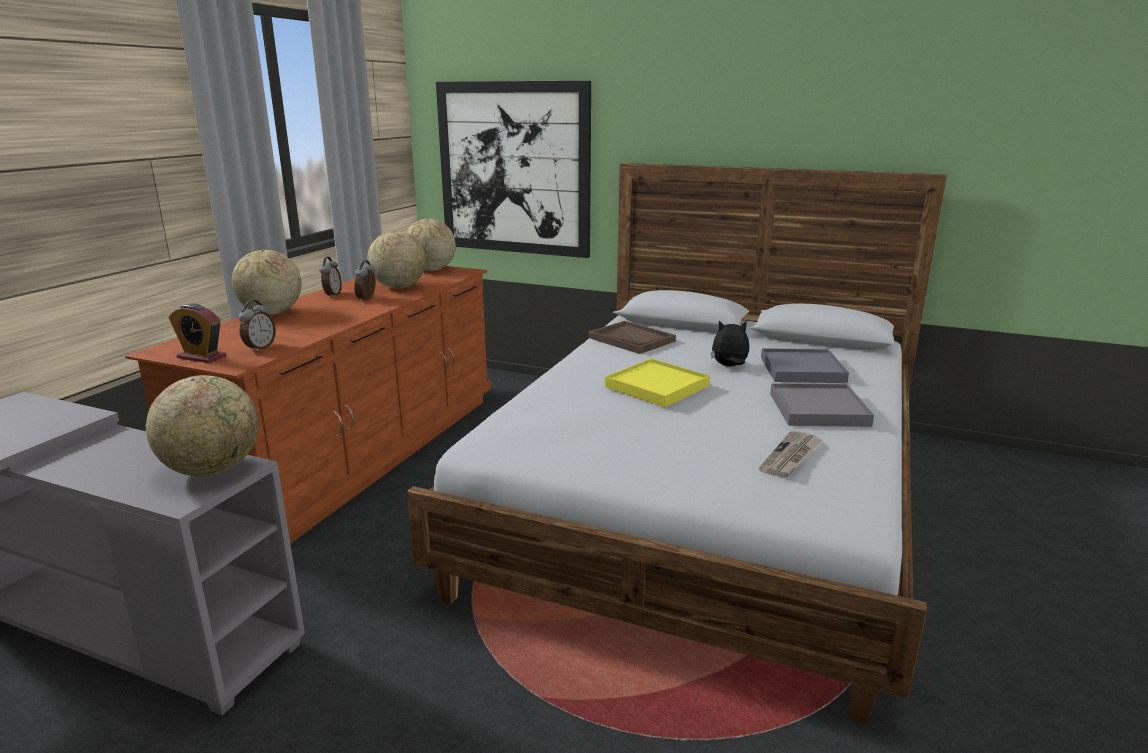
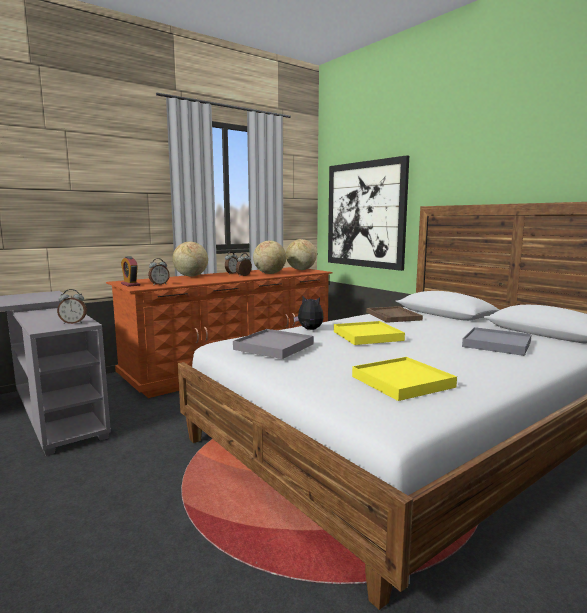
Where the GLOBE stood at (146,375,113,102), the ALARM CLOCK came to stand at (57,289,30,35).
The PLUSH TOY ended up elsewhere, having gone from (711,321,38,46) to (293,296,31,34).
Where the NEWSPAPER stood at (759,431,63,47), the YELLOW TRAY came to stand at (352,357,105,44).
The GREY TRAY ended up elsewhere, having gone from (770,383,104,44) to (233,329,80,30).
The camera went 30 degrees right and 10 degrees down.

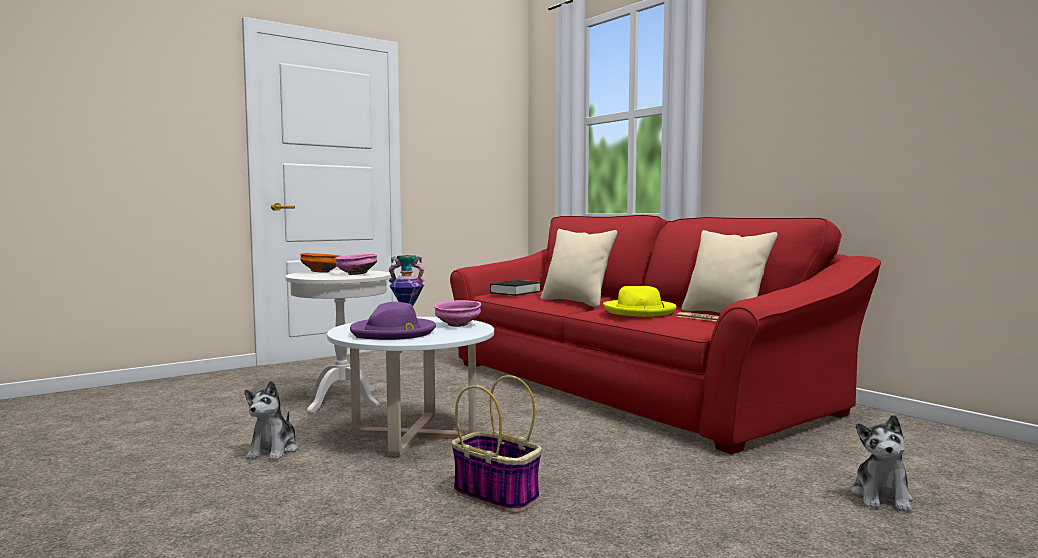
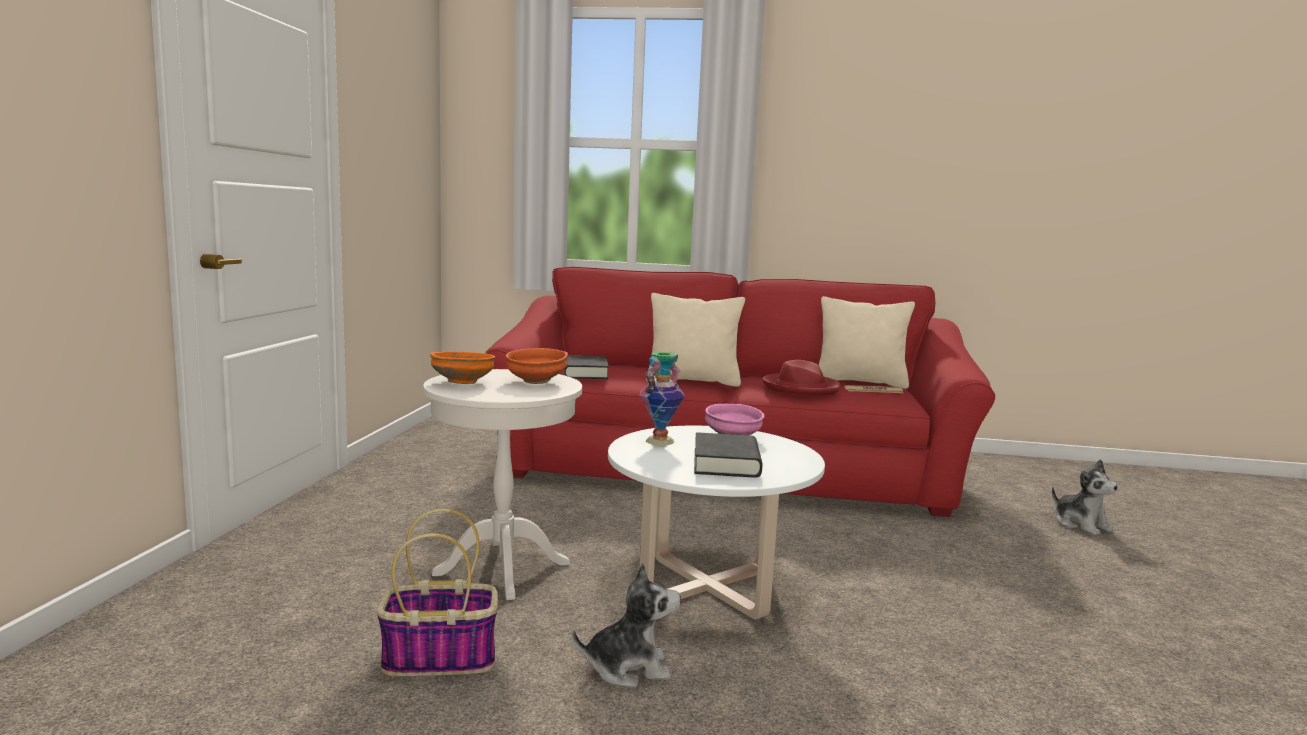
The PLUSH TOY at (245,381,53,79) ended up facing another way, 60 degrees counterclockwise from before.
What was the PINK BOWL at (335,254,42,21) turned into the ORANGE BOWL at (506,348,62,36).
Where the PURPLE HAT stood at (350,302,86,38), the BLACK BOOK came to stand at (694,432,68,46).
The BASKET ended up elsewhere, having gone from (452,375,90,138) to (377,509,121,167).
What was the YELLOW HAT at (603,286,74,31) turned into the RED HAT at (762,360,79,36).
The camera went 45 degrees left and 5 degrees up.

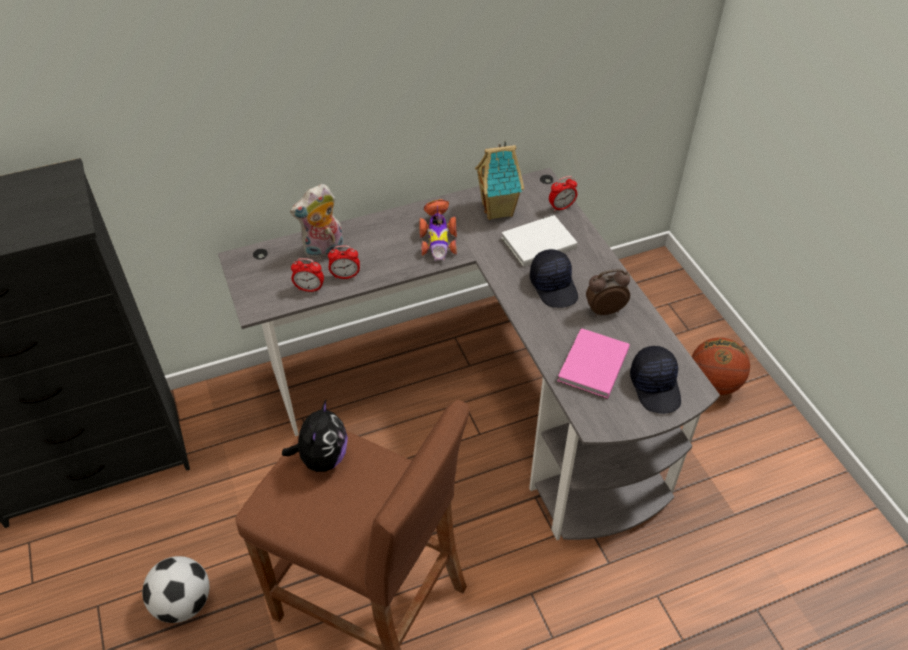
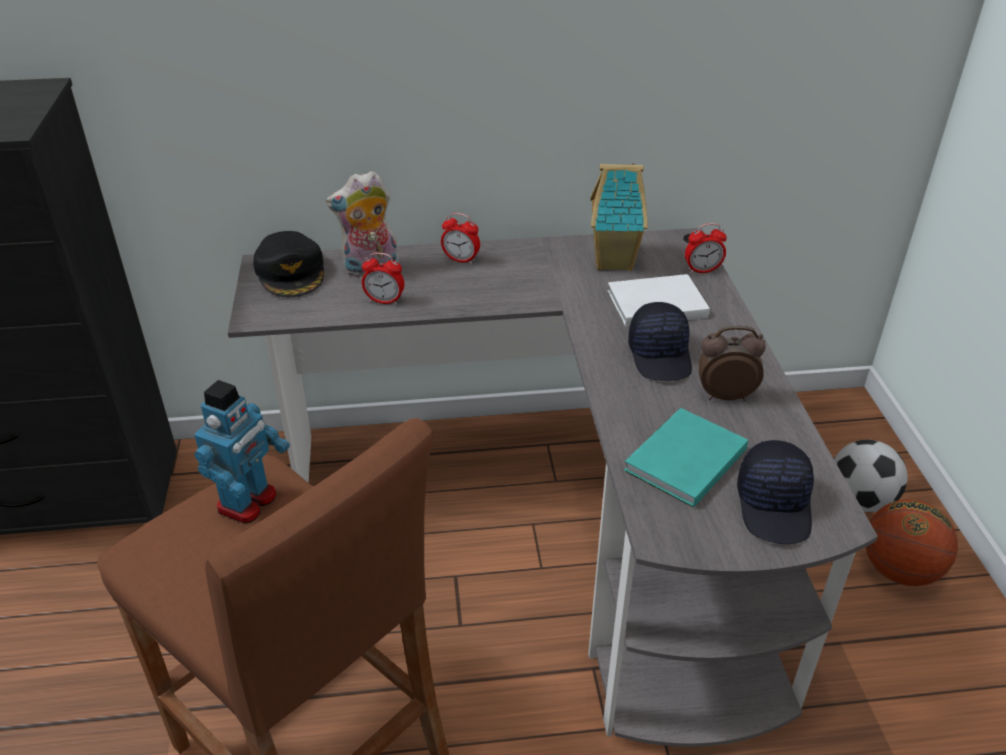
The FOOTBALL ended up elsewhere, having gone from (142,556,68,67) to (834,440,74,72).
Where the PLUSH TOY stood at (282,400,66,72), the TOY ROBOT came to stand at (194,380,96,143).
The ALARM CLOCK ended up elsewhere, having gone from (291,258,33,34) to (441,213,39,51).
The second view lost the TOY CAR at (419,199,38,62).
What was the PINK BOOK at (557,328,73,71) turned into the TURQUOISE BOOK at (624,408,124,100).
The second view gained the BLACK CAP at (253,231,71,66).
The camera went 15 degrees right and 10 degrees down.

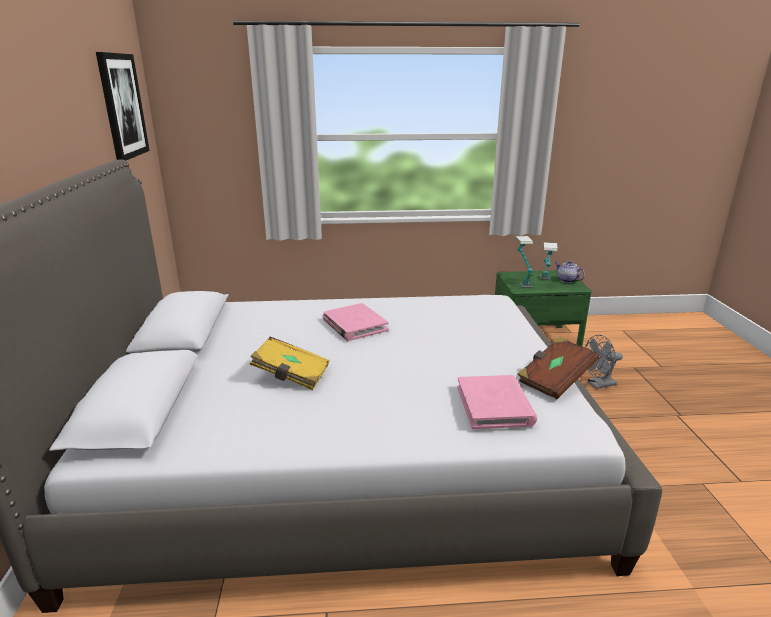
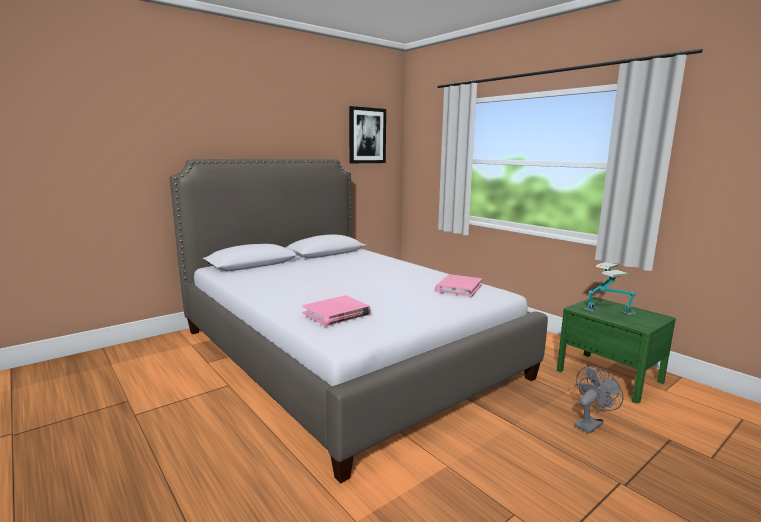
The second view lost the YELLOW BOOK at (249,337,80,53).
The PINK BOOK ended up elsewhere, having gone from (322,303,67,38) to (435,274,47,23).
The second view lost the BROWN BOOK at (517,336,82,63).
The second view lost the TEAPOT at (555,261,30,22).
The GREY FAN at (585,335,38,54) ended up facing another way, 105 degrees clockwise from before.
The camera went 55 degrees right and 10 degrees down.

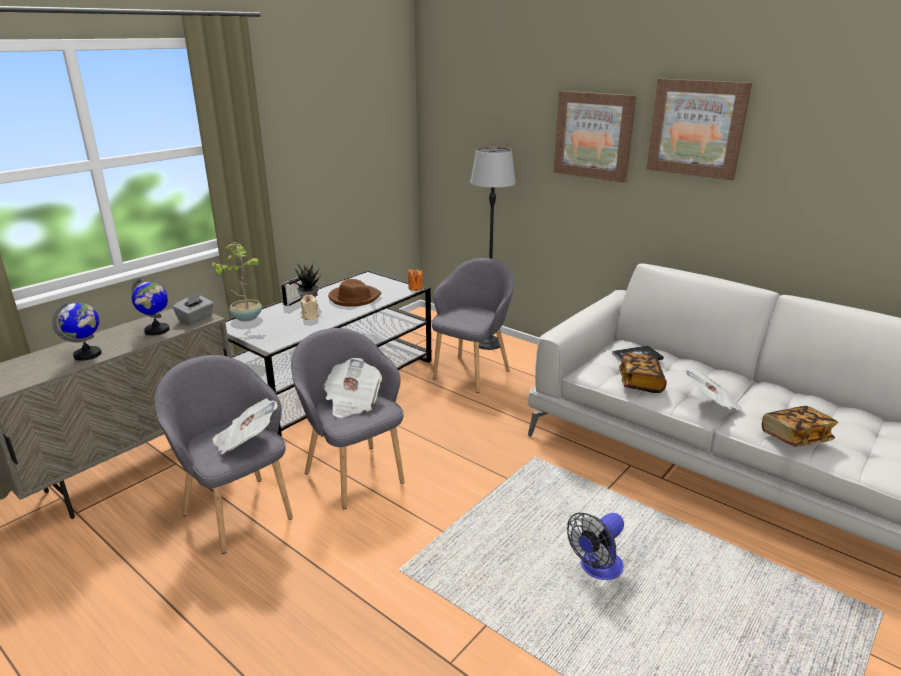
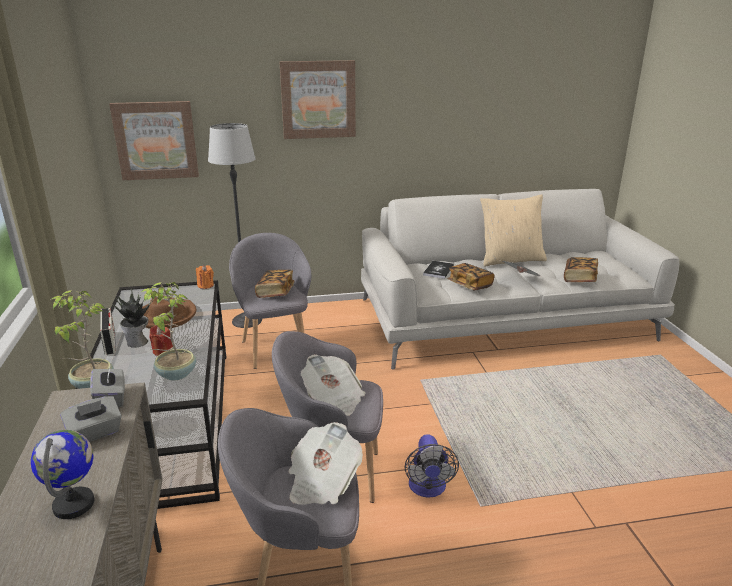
Where the GLOBE stood at (132,278,37,57), the GREY TISSUE BOX came to stand at (60,396,62,46).
What was the BEIGE CANDLE at (300,294,18,26) turned into the RED CANDLE at (149,325,24,31).
The FAN ended up elsewhere, having gone from (567,513,57,67) to (405,434,54,64).
The PICTURE ended up elsewhere, having gone from (646,79,106,101) to (109,101,90,79).
The second view gained the POTTED PLANT at (141,282,55,99).
The second view gained the BOOK at (255,270,39,28).
The second view gained the BEIGE PILLOW at (480,195,67,72).
The camera went 50 degrees left and 0 degrees up.

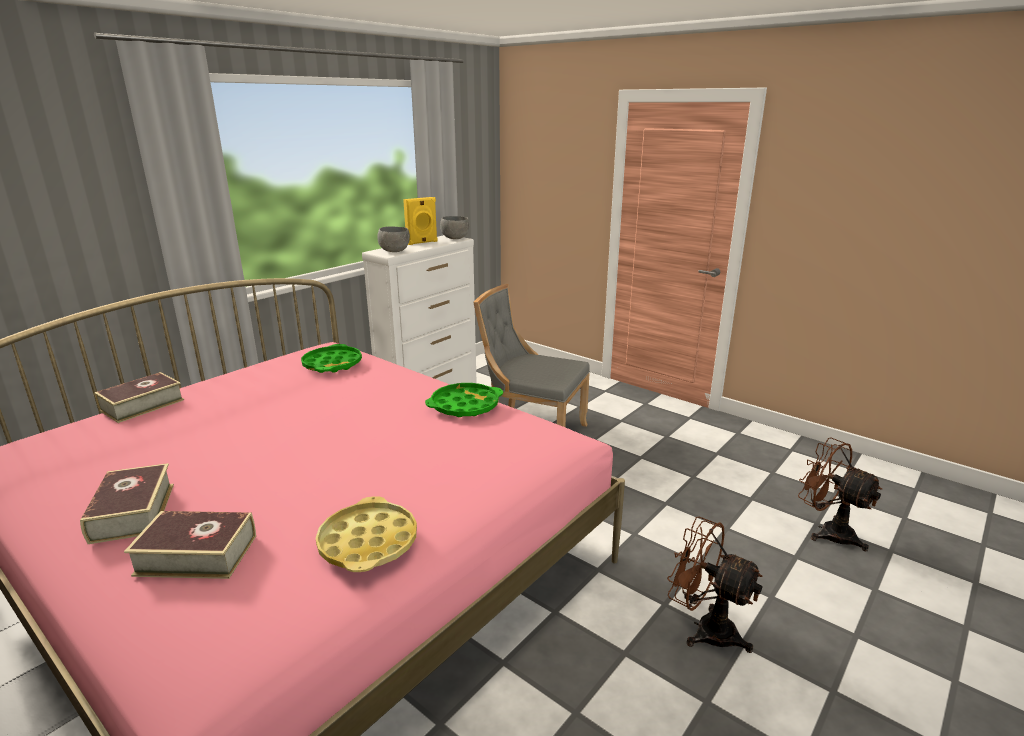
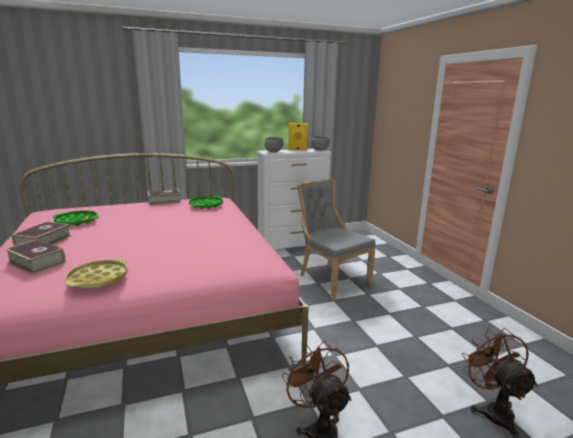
The BOOK ended up elsewhere, having gone from (94,372,90,51) to (147,189,34,16).
The GREEN TRAY ended up elsewhere, having gone from (425,383,78,34) to (53,210,46,16).
The camera went 30 degrees right and 5 degrees down.

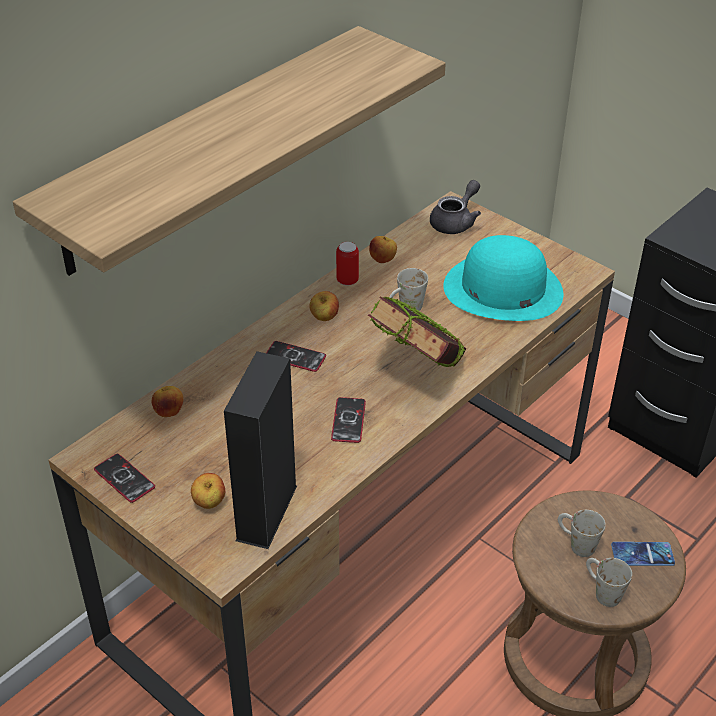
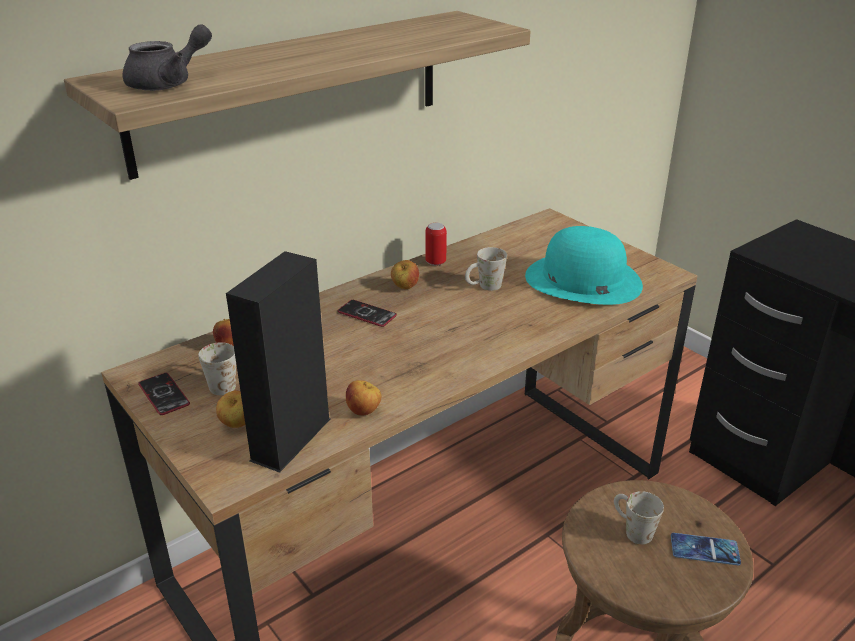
The second view lost the PHONE at (331,397,35,46).
The second view lost the BOOK at (368,297,99,70).
The APPLE ended up elsewhere, having gone from (369,236,28,27) to (346,380,35,36).
The GREY TEAPOT ended up elsewhere, having gone from (430,180,51,54) to (123,24,89,67).
The WHITE MUG ended up elsewhere, having gone from (586,558,46,49) to (198,342,38,53).
The camera went 10 degrees right and 10 degrees down.

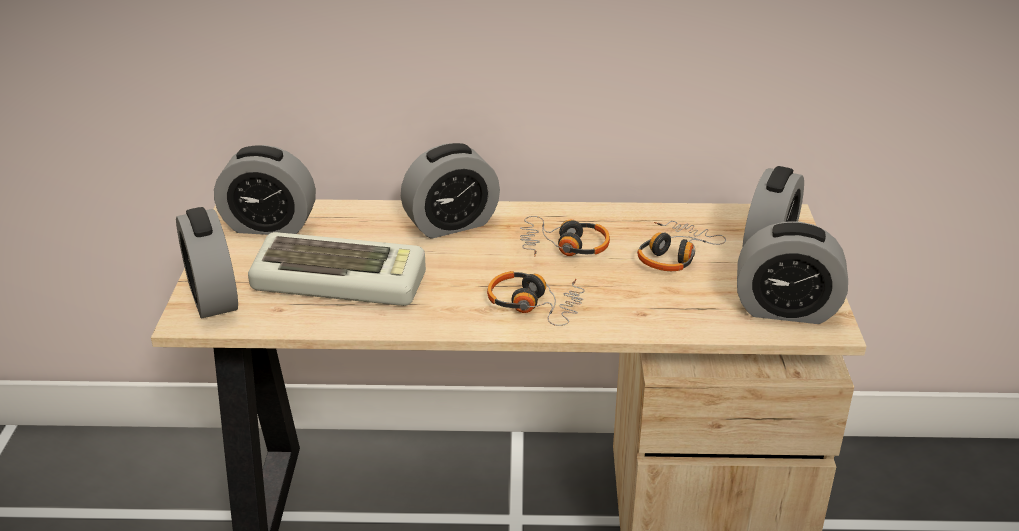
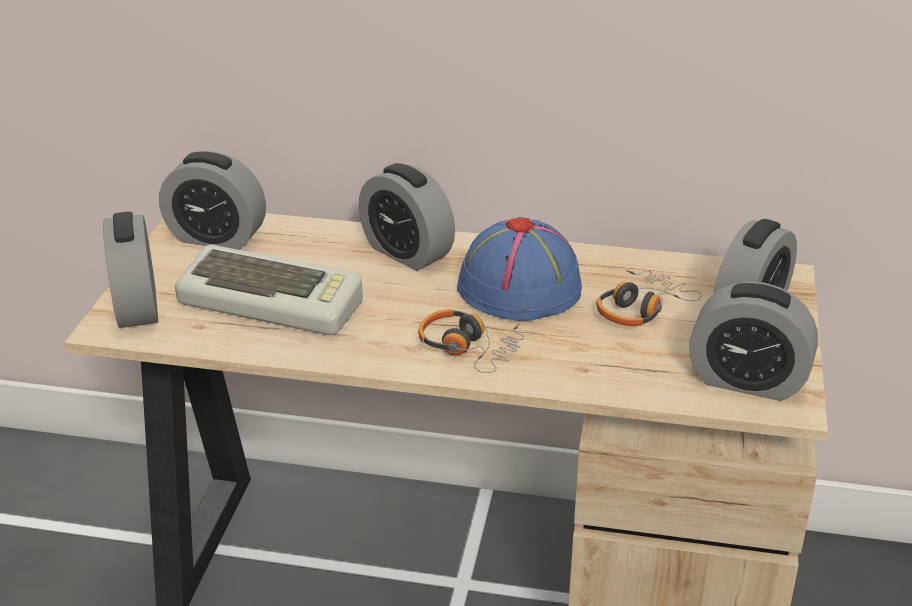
The ALARM CLOCK at (401,143,99,96) ended up facing another way, 60 degrees clockwise from before.
Where the HEADPHONES stood at (520,216,90,41), the BLUE HAT came to stand at (457,217,125,104).
The camera went 10 degrees right and 0 degrees up.

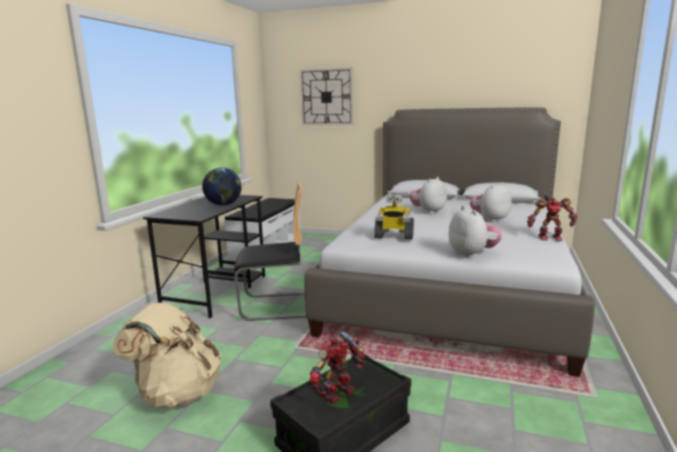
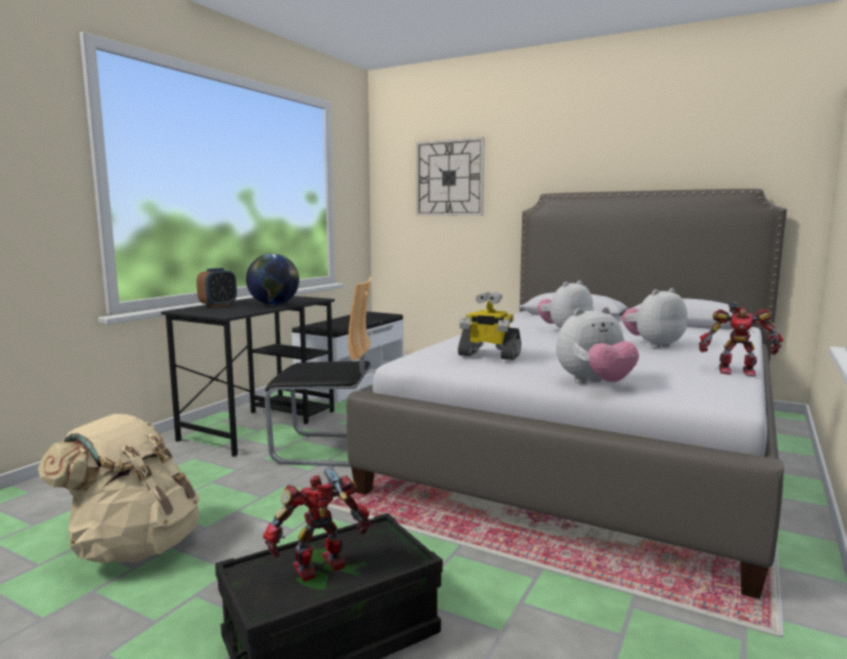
The PLUSH TOY at (449,206,53,52) ended up facing another way, 75 degrees clockwise from before.
The second view gained the ALARM CLOCK at (197,268,40,39).
The camera went 10 degrees right and 5 degrees down.

